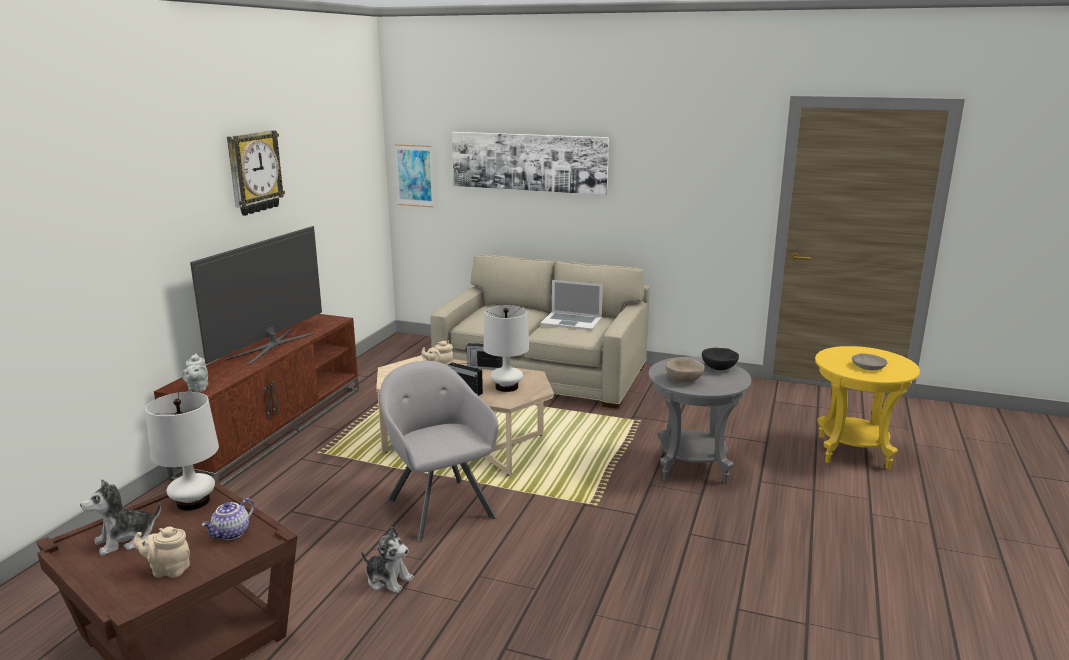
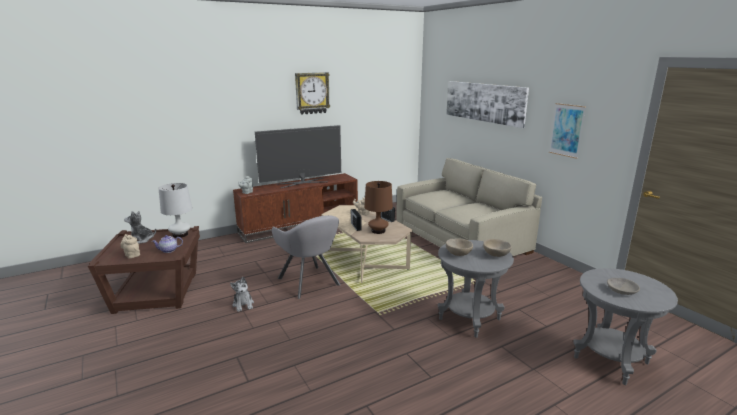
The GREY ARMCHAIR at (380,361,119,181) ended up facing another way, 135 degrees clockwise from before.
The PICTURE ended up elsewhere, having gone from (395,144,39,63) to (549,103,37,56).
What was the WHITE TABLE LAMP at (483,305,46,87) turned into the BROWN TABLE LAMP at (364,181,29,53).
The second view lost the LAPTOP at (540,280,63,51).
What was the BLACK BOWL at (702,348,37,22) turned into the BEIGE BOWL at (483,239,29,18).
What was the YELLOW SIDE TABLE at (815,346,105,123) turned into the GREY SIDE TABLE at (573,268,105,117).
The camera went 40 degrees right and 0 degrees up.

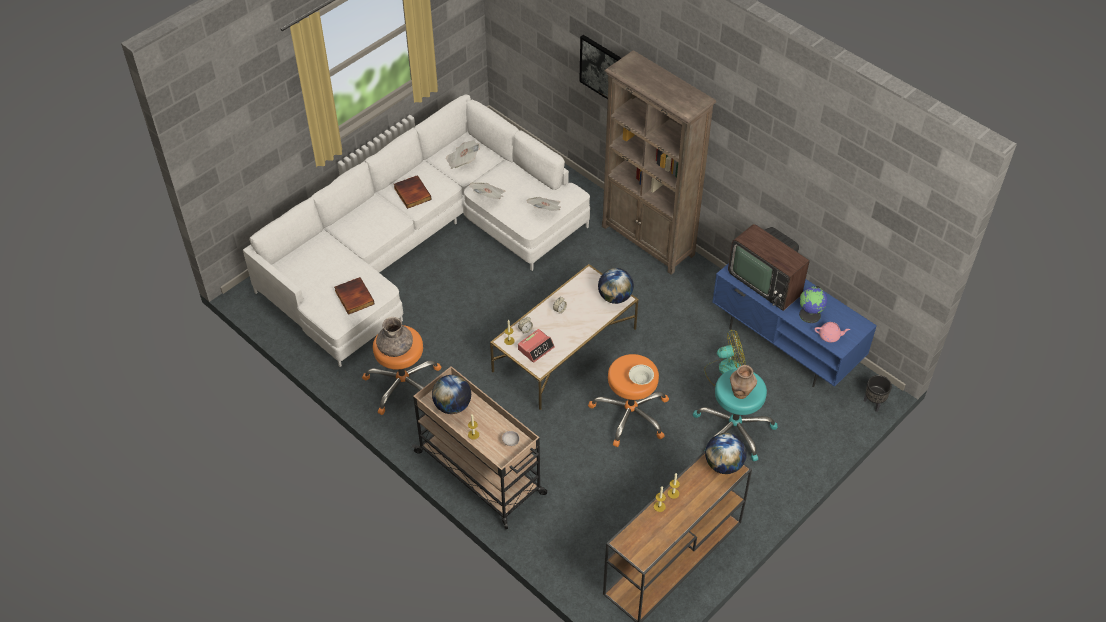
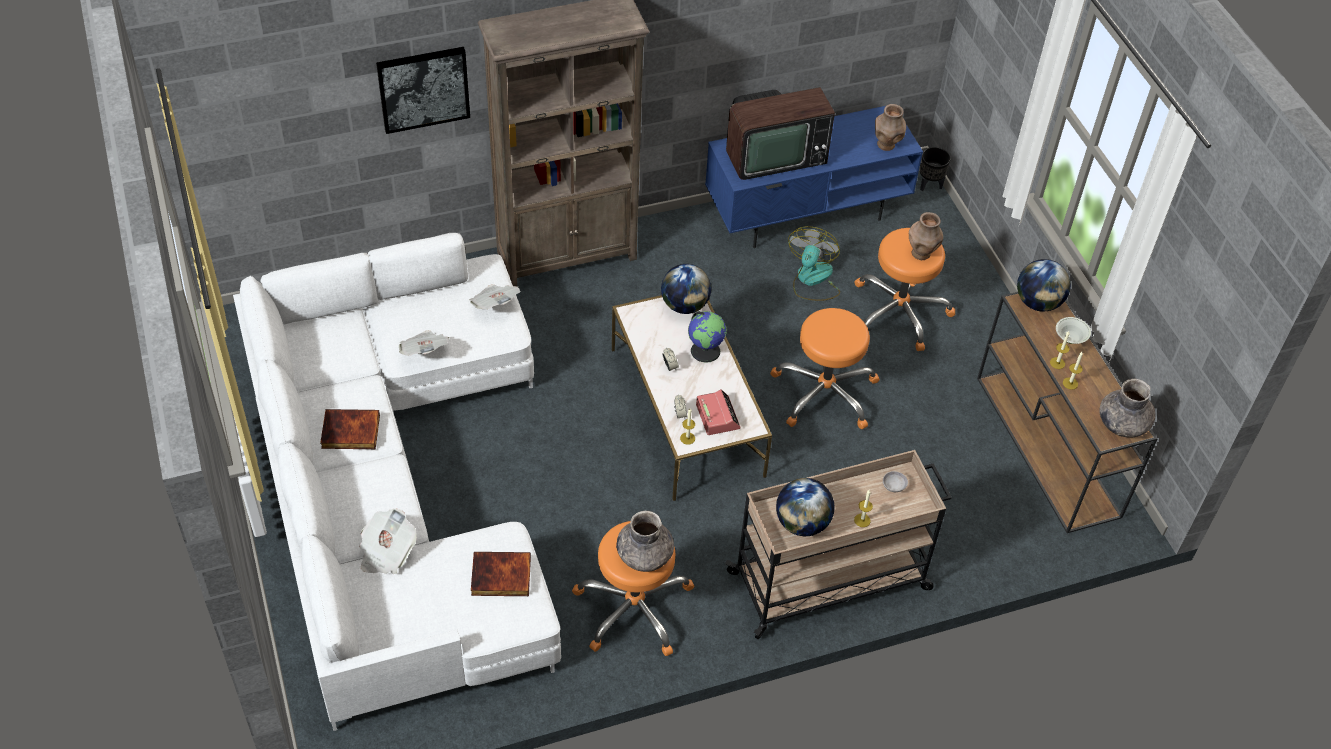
The NEWSPAPER ended up elsewhere, having gone from (446,140,34,29) to (359,509,58,65).
The WHITE BOWL ended up elsewhere, having gone from (629,365,25,20) to (1056,317,35,27).
What was the TURQUOISE STOOL at (693,369,85,92) turned into the ORANGE STOOL at (854,228,101,123).
The GLOBE ended up elsewhere, having gone from (799,286,28,37) to (688,311,39,52).
Where the PINK TEAPOT stood at (814,322,36,20), the BROWN VASE came to stand at (875,104,31,47).
The second view gained the GREY VASE at (1099,379,56,58).
The camera went 65 degrees left and 0 degrees up.

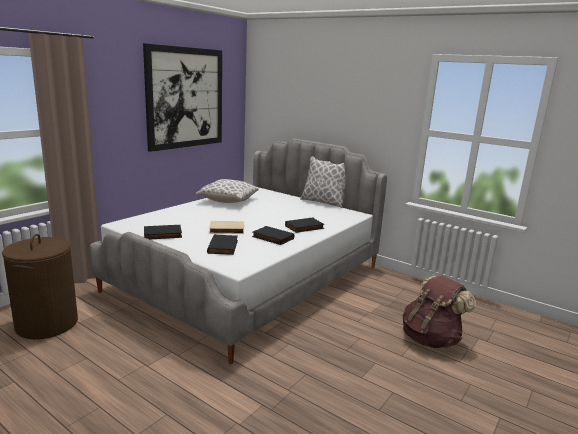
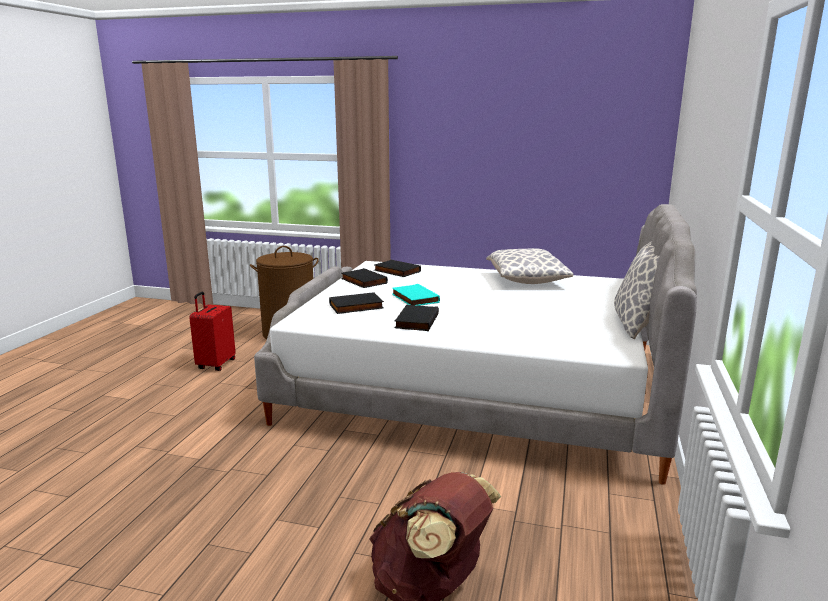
The second view lost the PICTURE at (143,43,79,109).
What was the BEIGE BOOK at (209,221,35,13) turned into the TURQUOISE BOOK at (392,284,48,22).
The BLACK BOOK ended up elsewhere, having gone from (285,217,39,16) to (374,260,47,17).
The second view gained the RED SUITCASE at (189,291,47,80).
The camera went 70 degrees right and 0 degrees up.

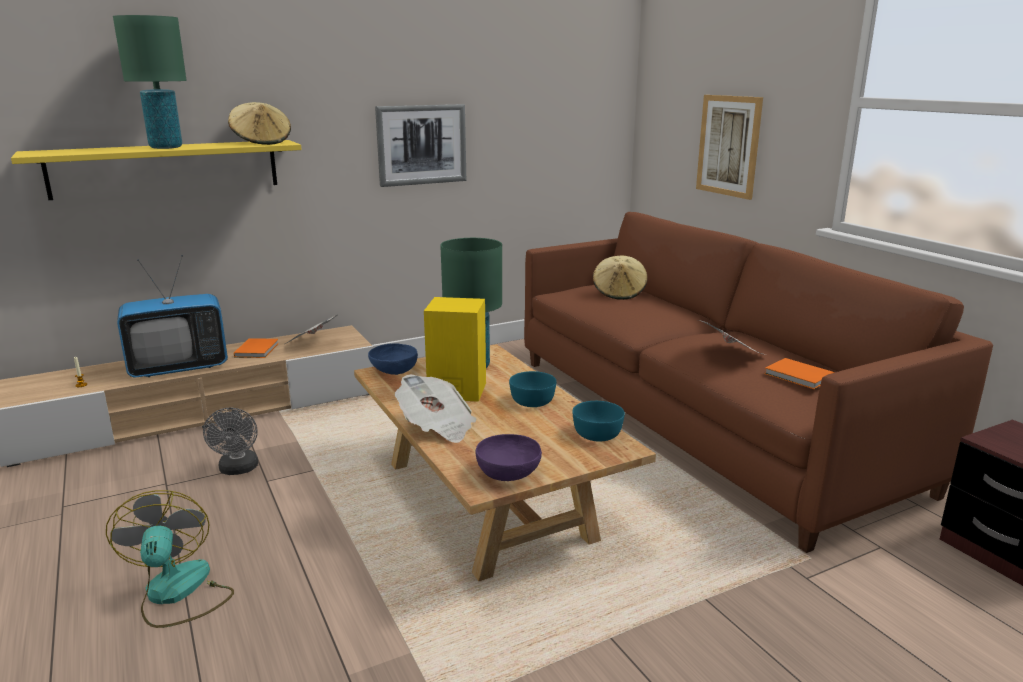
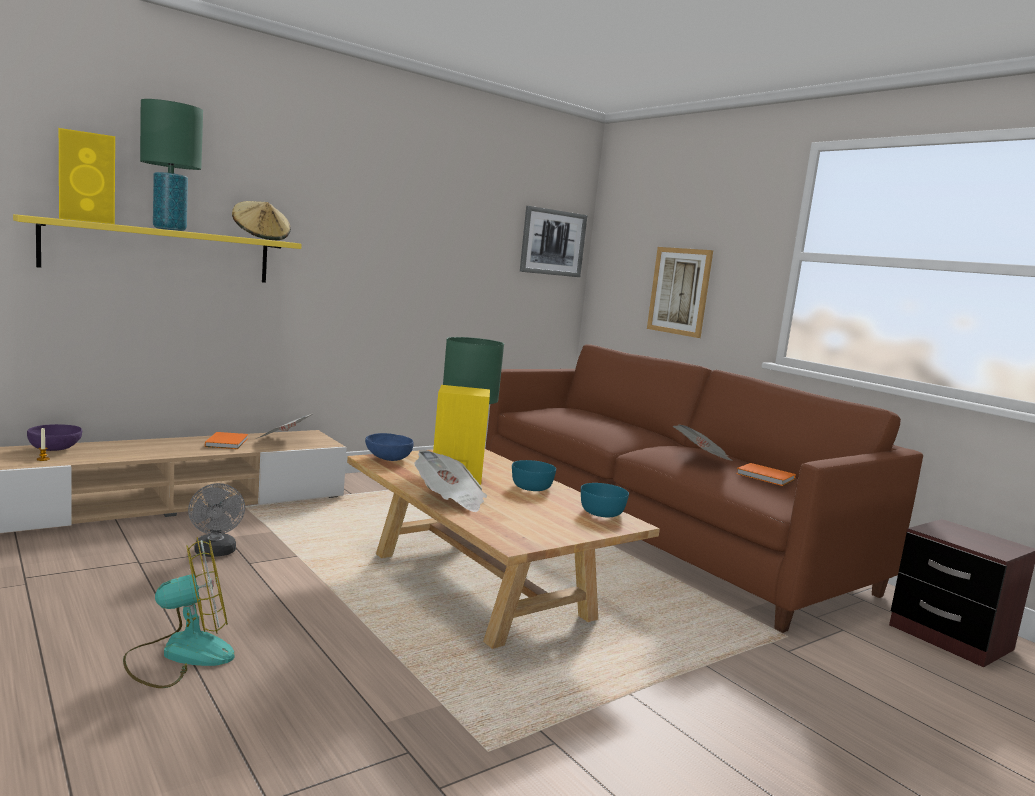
The FAN at (106,490,128,138) ended up facing another way, 90 degrees clockwise from before.
The second view lost the TELEVISION at (117,255,111,122).
The PICTURE ended up elsewhere, having gone from (375,104,91,83) to (520,206,67,71).
The PURPLE BOWL ended up elsewhere, having gone from (475,434,67,47) to (27,424,55,27).
The second view lost the BEIGE HAT at (592,256,56,44).
The second view gained the YELLOW SPEAKER at (59,128,56,96).
The camera went 10 degrees left and 10 degrees down.

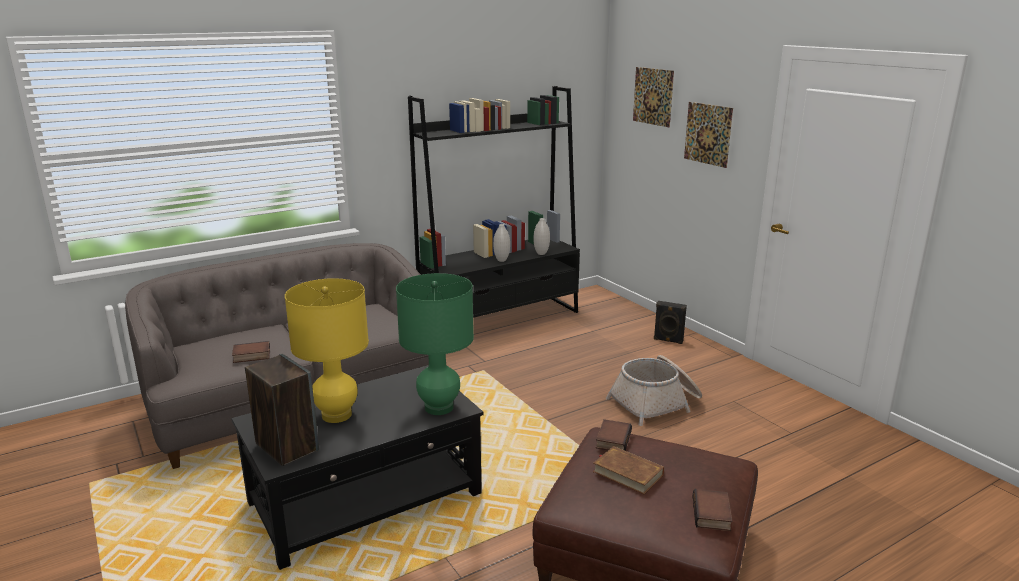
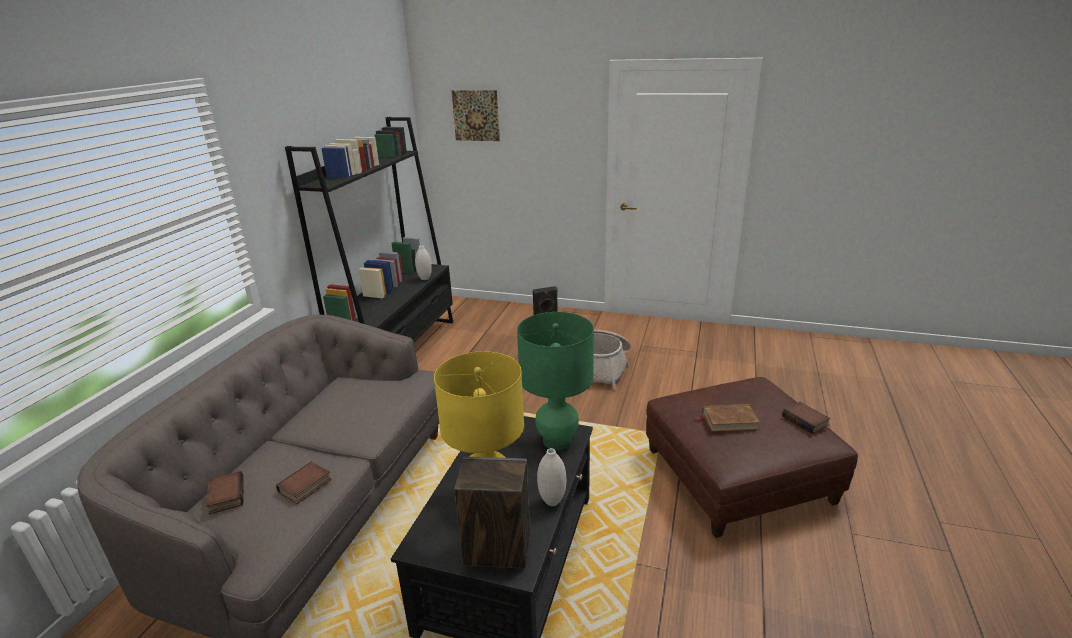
The WHITE VASE ended up elsewhere, having gone from (493,224,17,38) to (537,448,29,58).
The BOOK ended up elsewhere, having gone from (595,419,37,32) to (206,471,38,44).
The second view lost the PICTURE at (684,102,49,66).
The camera went 40 degrees left and 5 degrees up.

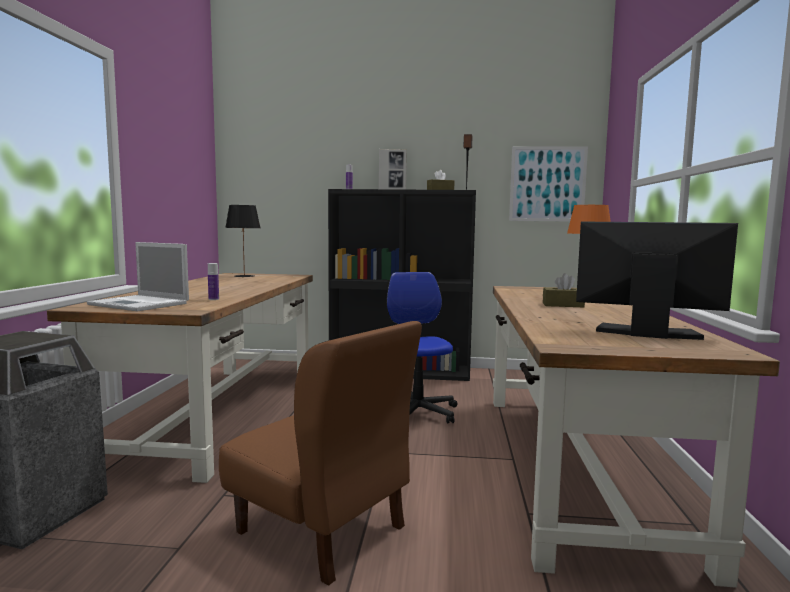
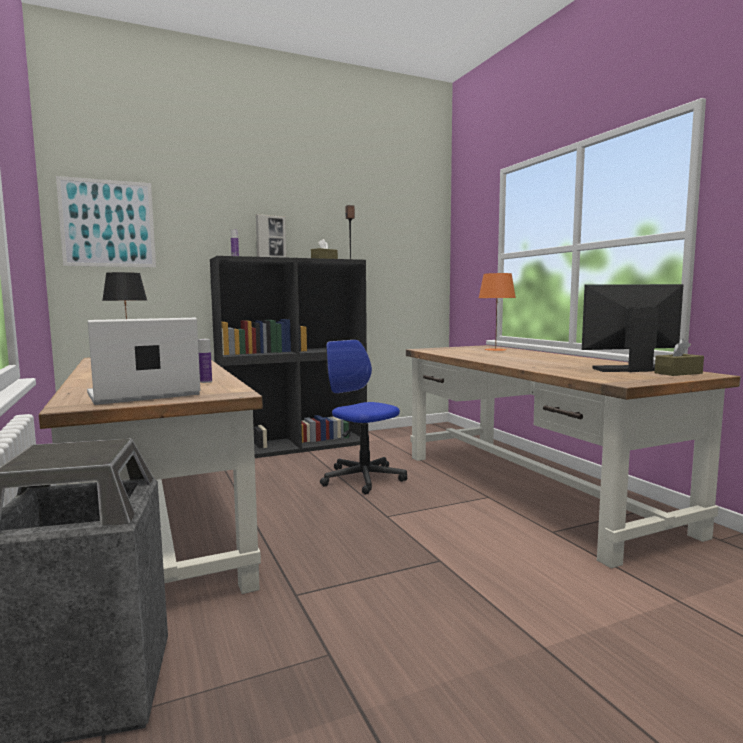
The LAPTOP at (87,242,102,69) ended up facing another way, 150 degrees clockwise from before.
The second view lost the BROWN CHAIR at (219,321,203,265).
The PICTURE ended up elsewhere, having gone from (509,146,79,76) to (56,176,100,91).
The BROWN TISSUE BOX ended up elsewhere, having gone from (543,273,42,35) to (655,338,49,38).
The camera went 30 degrees left and 0 degrees up.

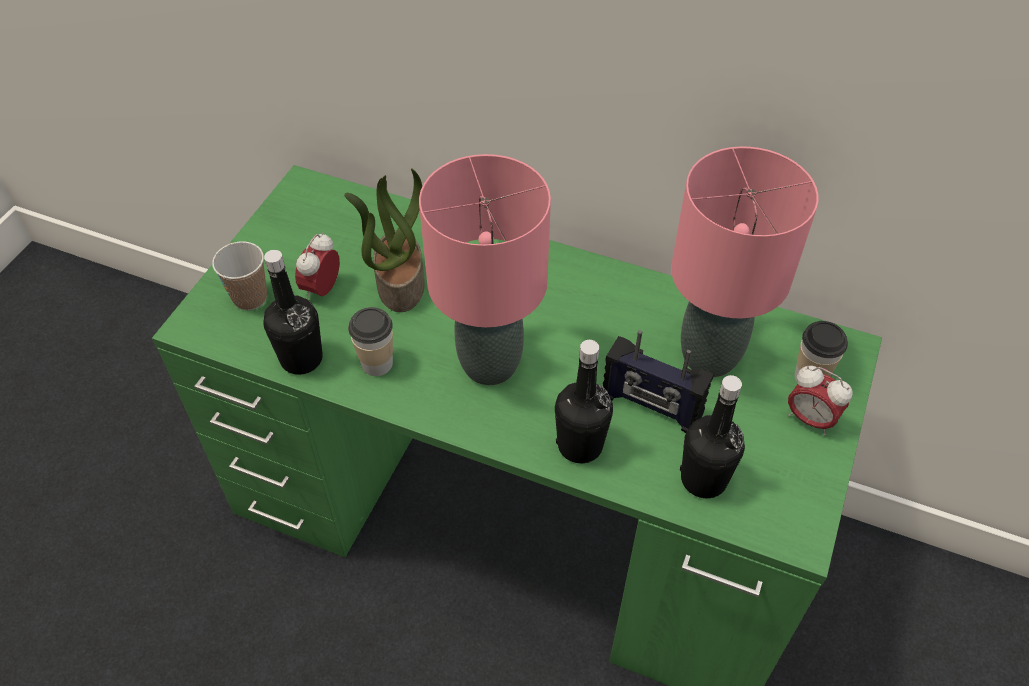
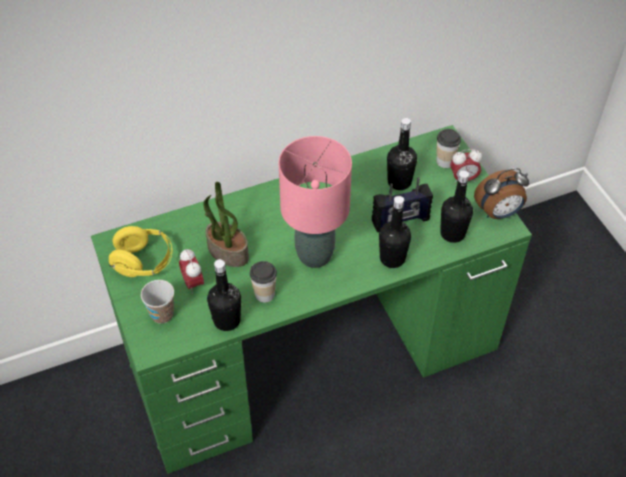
Where the PINK TABLE LAMP stood at (671,147,147,230), the BLACK BOTTLE came to stand at (387,118,30,72).
The second view gained the YELLOW HEADPHONES at (109,226,63,51).
The second view gained the ALARM CLOCK at (474,168,55,51).
The camera went 45 degrees left and 0 degrees up.

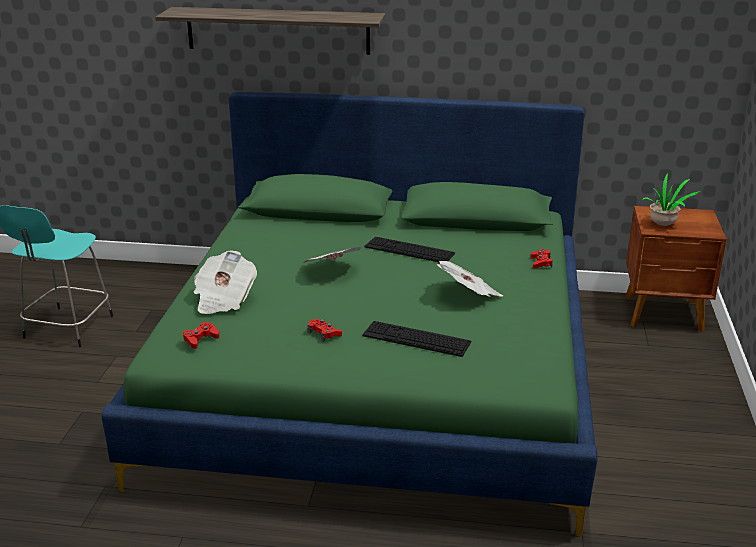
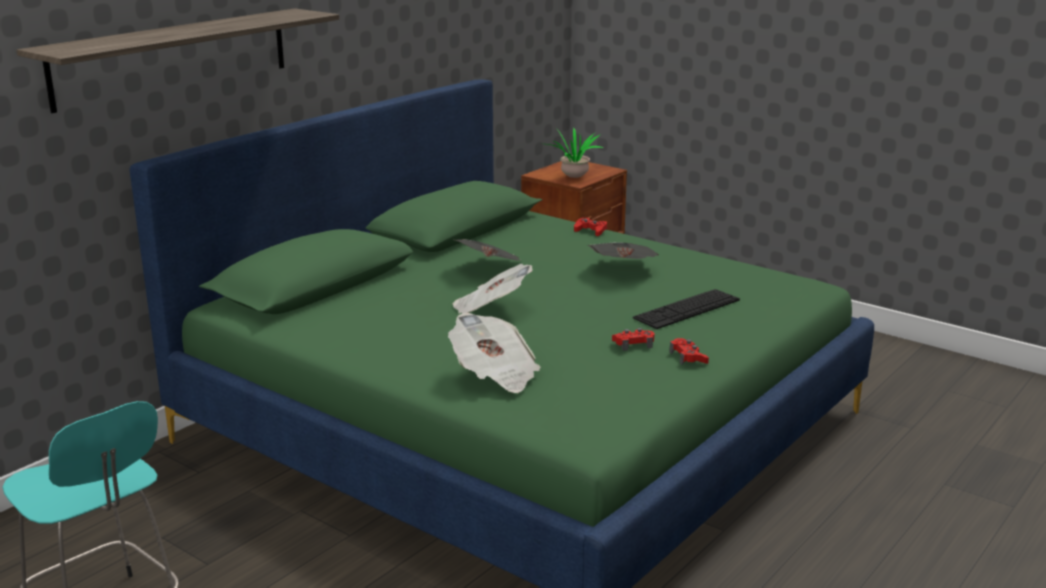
The RED GAME CONTROLLER ended up elsewhere, having gone from (183,322,36,27) to (669,338,40,27).
Where the KEYBOARD stood at (365,237,90,26), the NEWSPAPER came to stand at (455,239,64,21).
The camera went 60 degrees left and 5 degrees down.

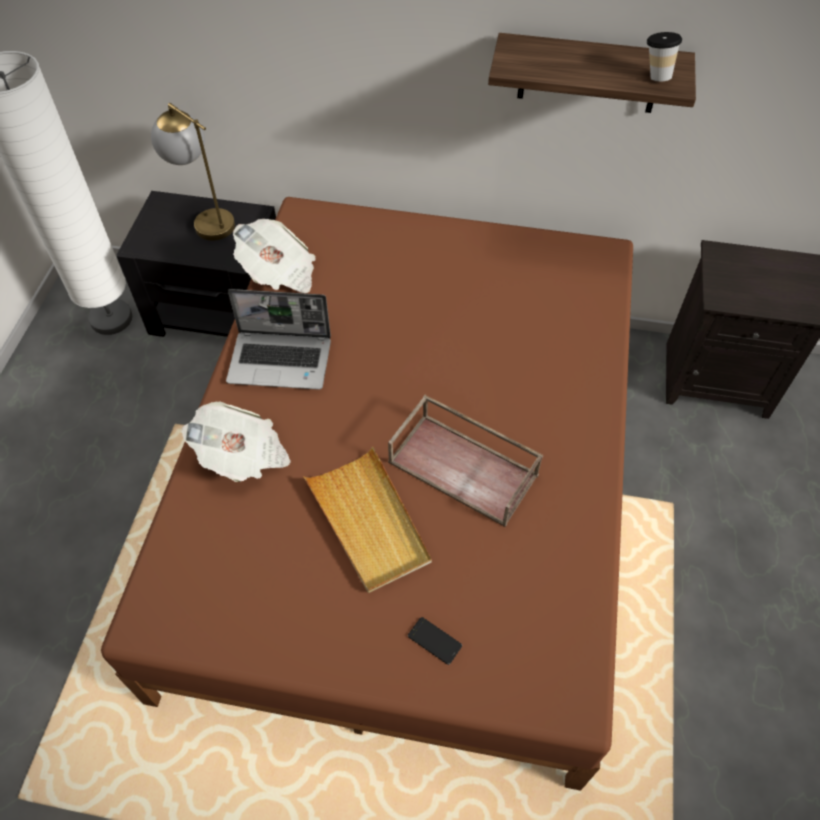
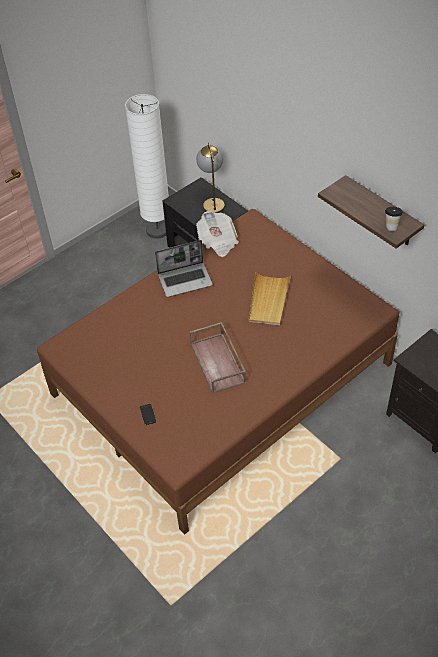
The second view lost the NEWSPAPER at (182,401,109,81).
The LAPTOP at (226,289,105,101) ended up facing another way, 60 degrees counterclockwise from before.
The BEIGE TRAY ended up elsewhere, having gone from (303,447,129,146) to (249,272,42,54).
The camera went 40 degrees right and 5 degrees down.

